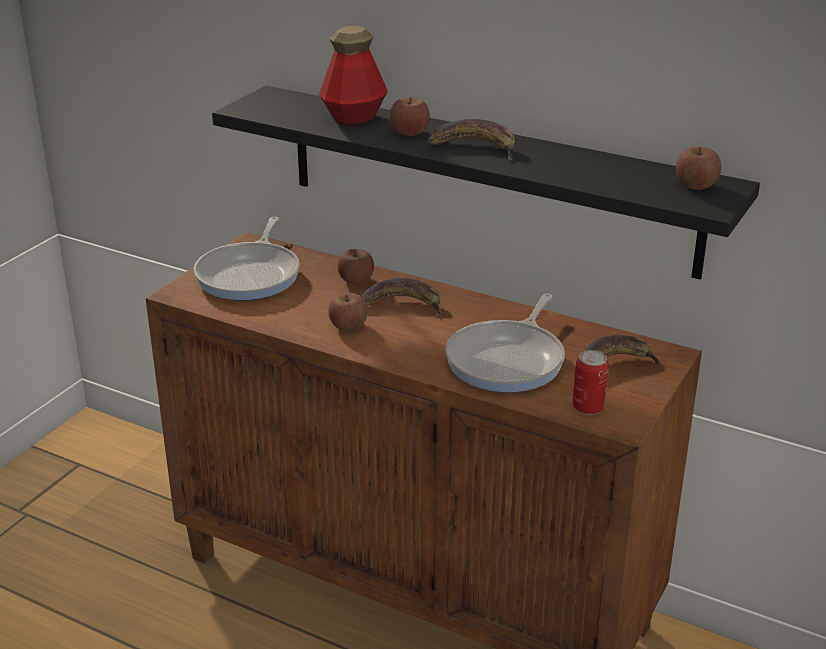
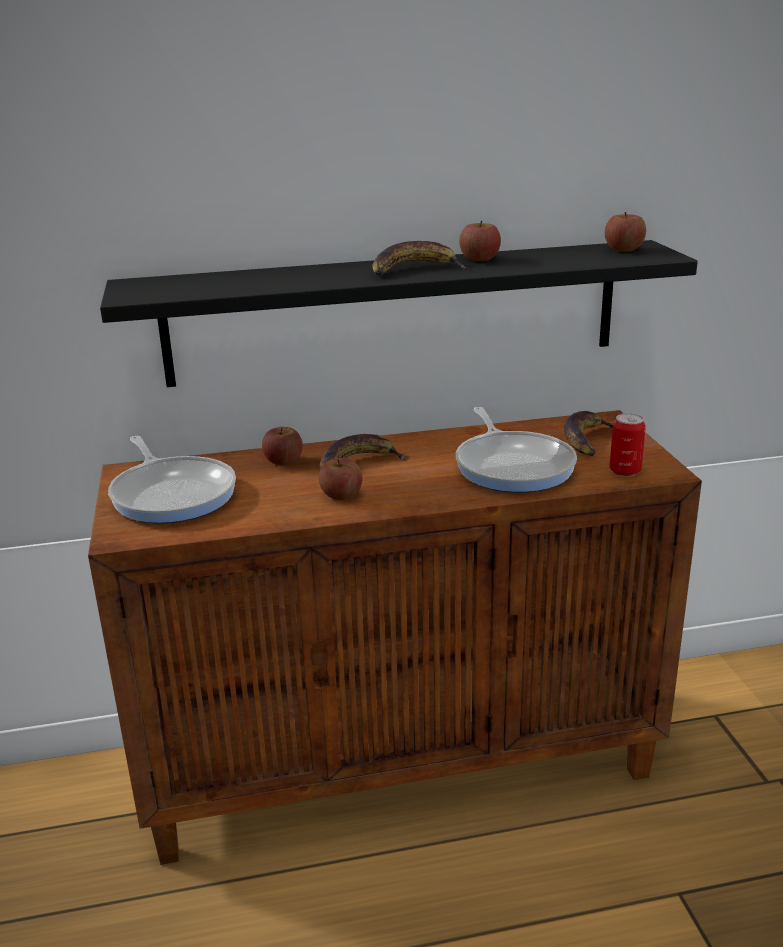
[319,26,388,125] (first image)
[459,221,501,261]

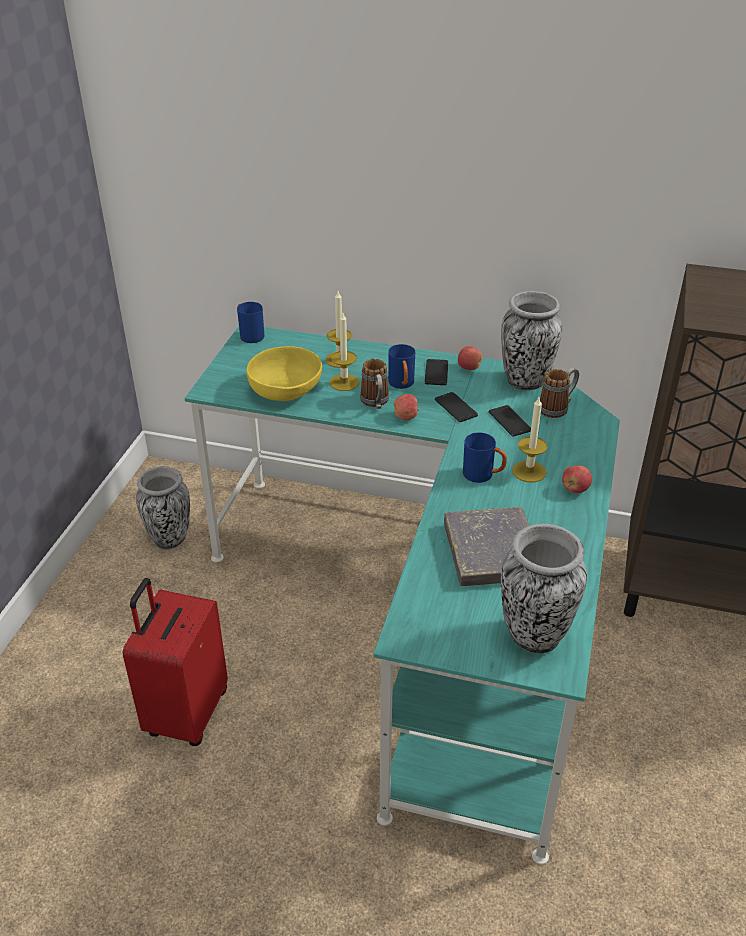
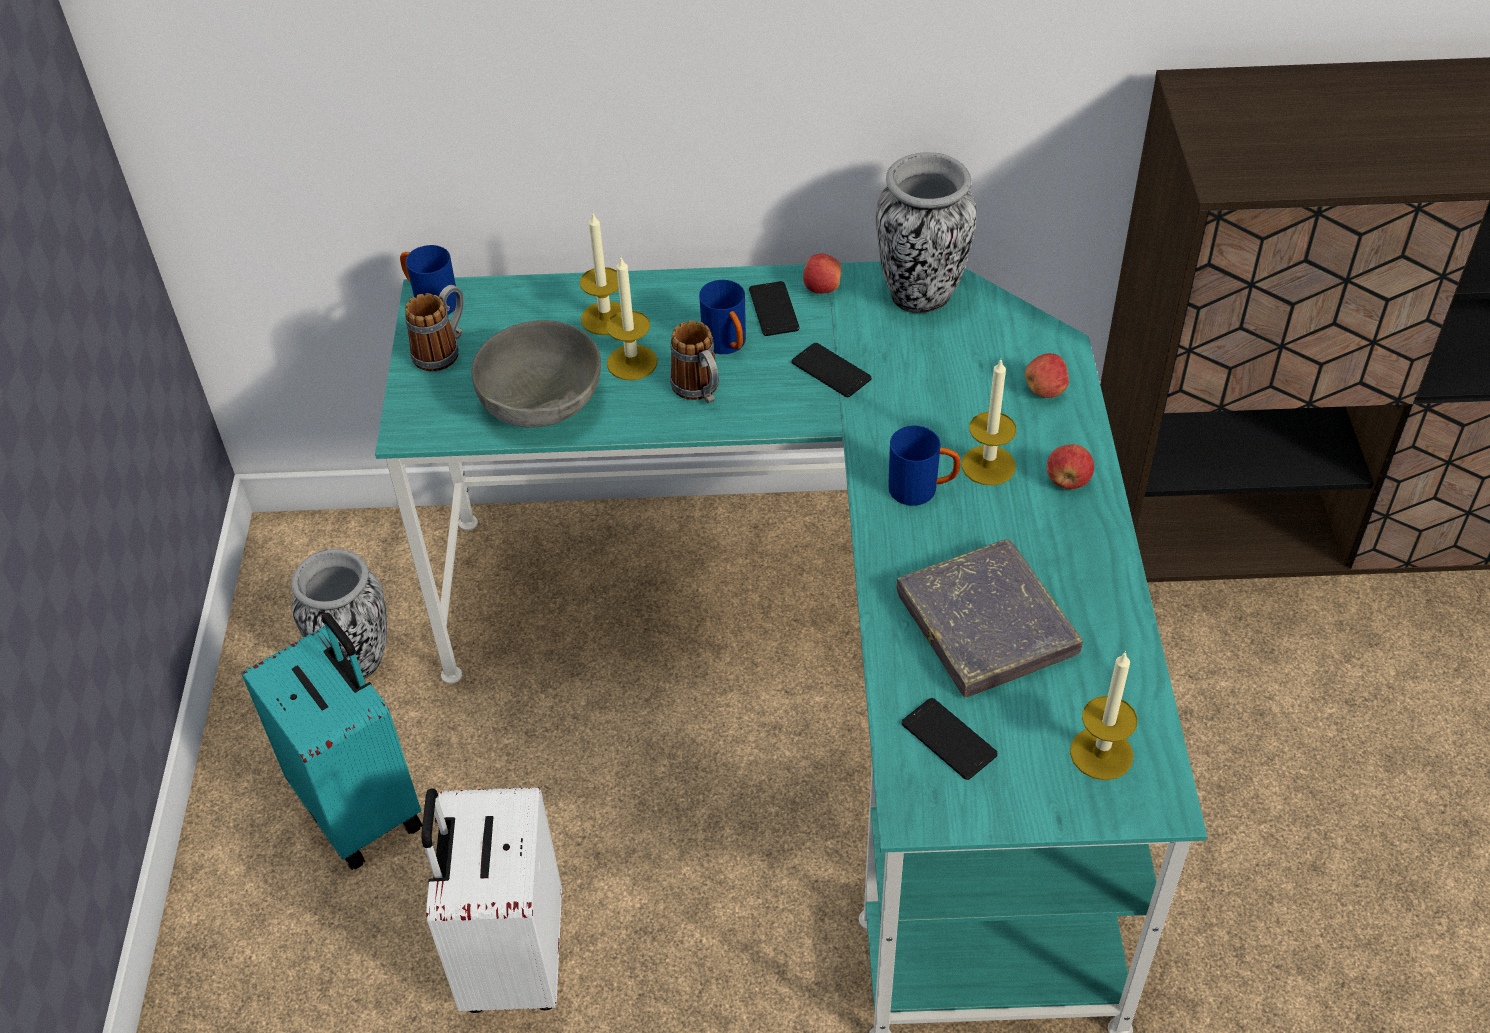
[421,787,562,1013]
[471,320,601,428]
[1025,353,1069,398]
[901,698,998,780]
[1070,651,1138,780]
[405,285,464,371]
[241,612,422,870]

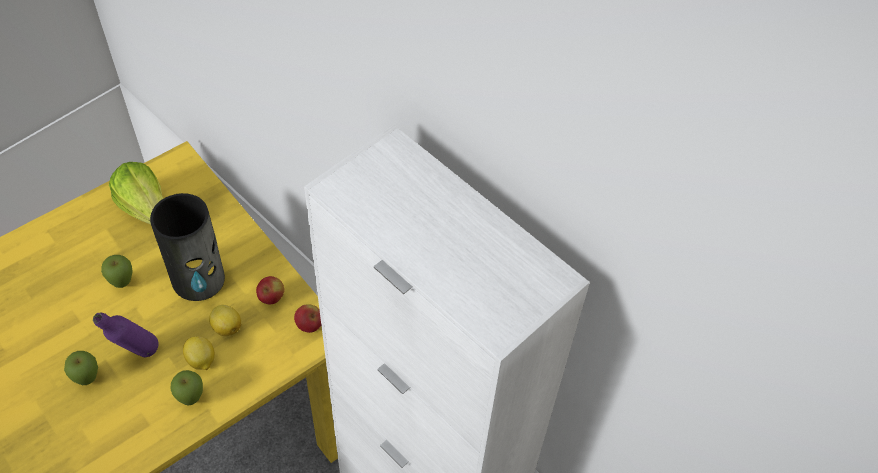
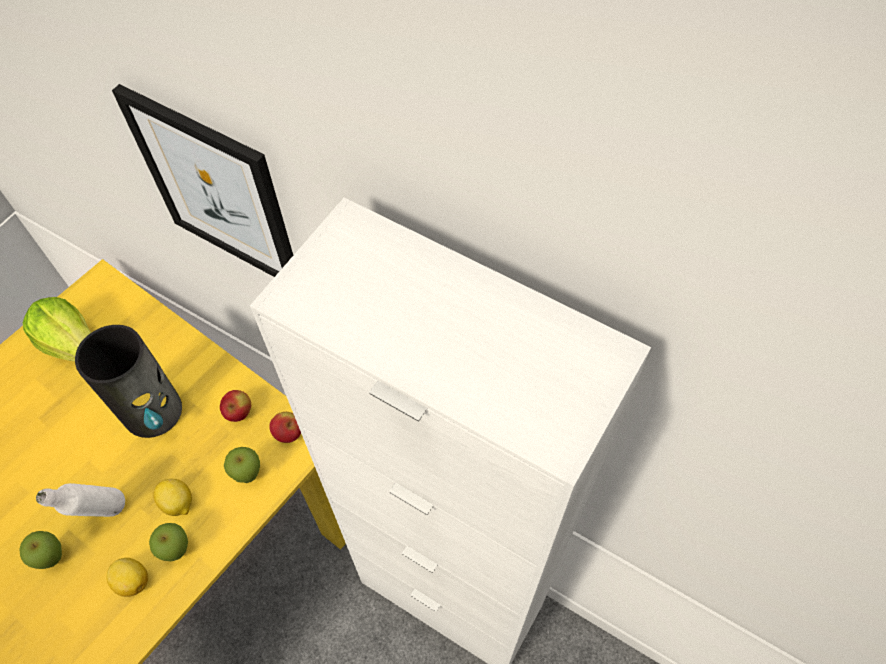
[36,483,125,517]
[224,447,260,483]
[106,558,148,597]
[112,84,293,277]

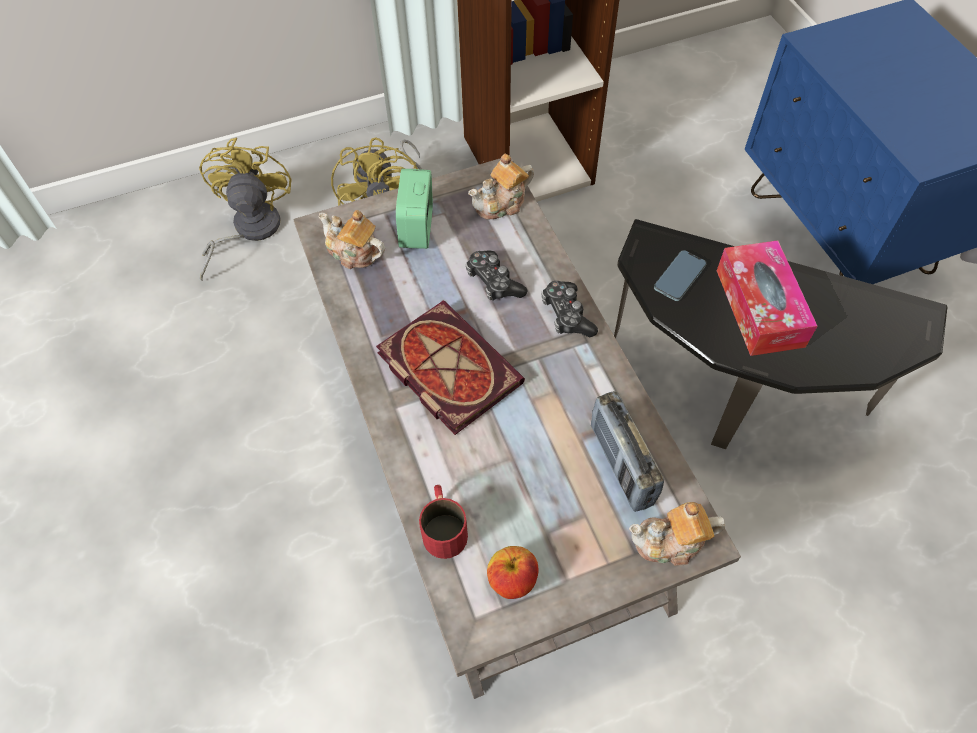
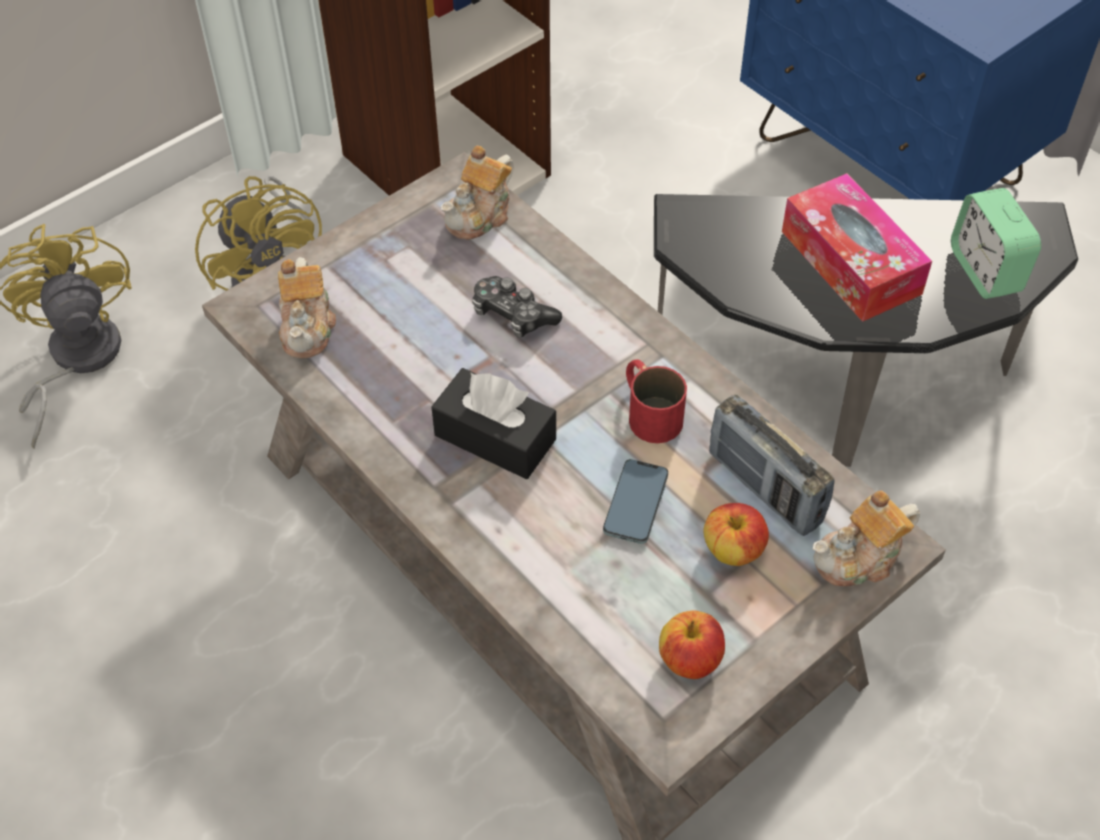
[278,257,336,358]
[431,368,556,479]
[951,188,1041,299]
[626,359,687,443]
[541,281,598,337] (first image)
[603,459,668,544]
[703,503,769,566]

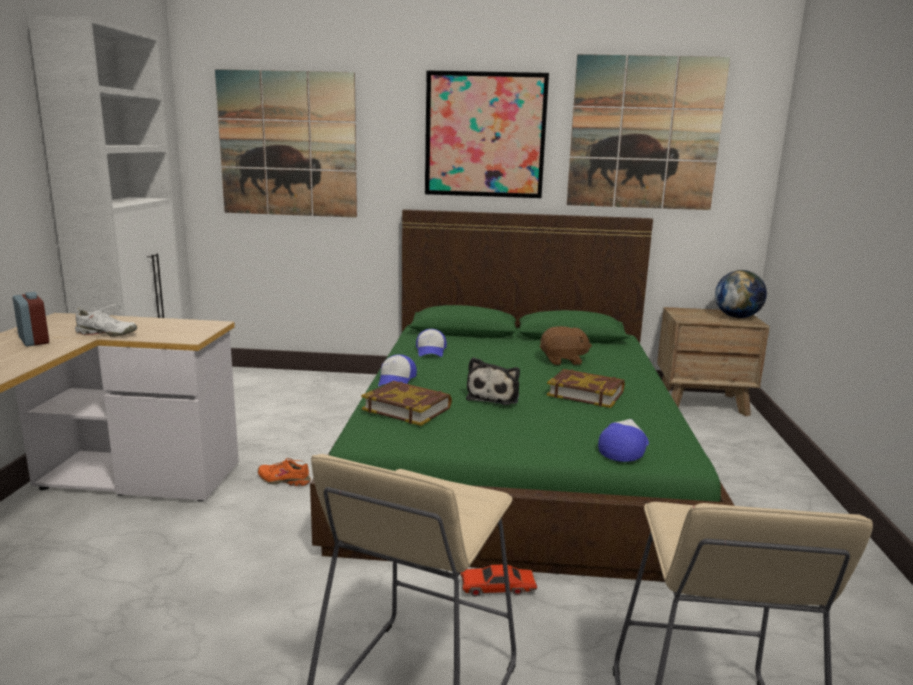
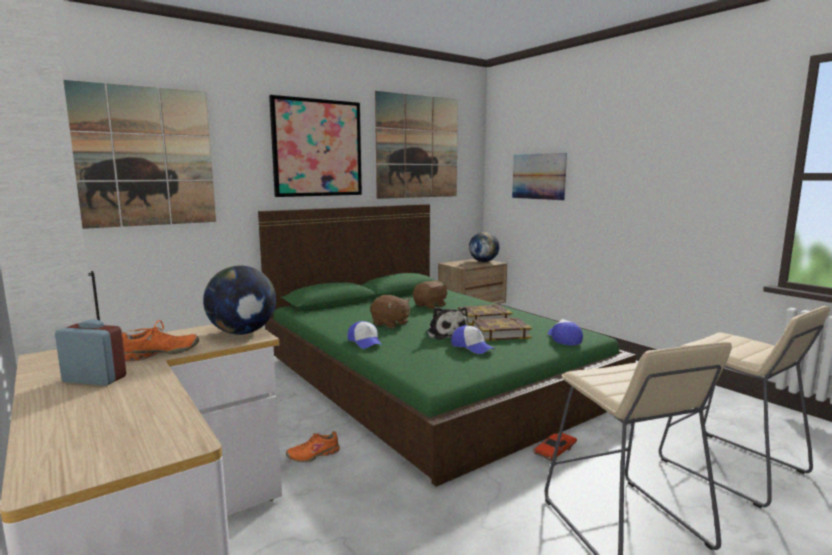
[122,320,199,361]
[472,317,532,341]
[451,325,495,354]
[203,265,276,335]
[370,295,410,328]
[512,153,567,200]

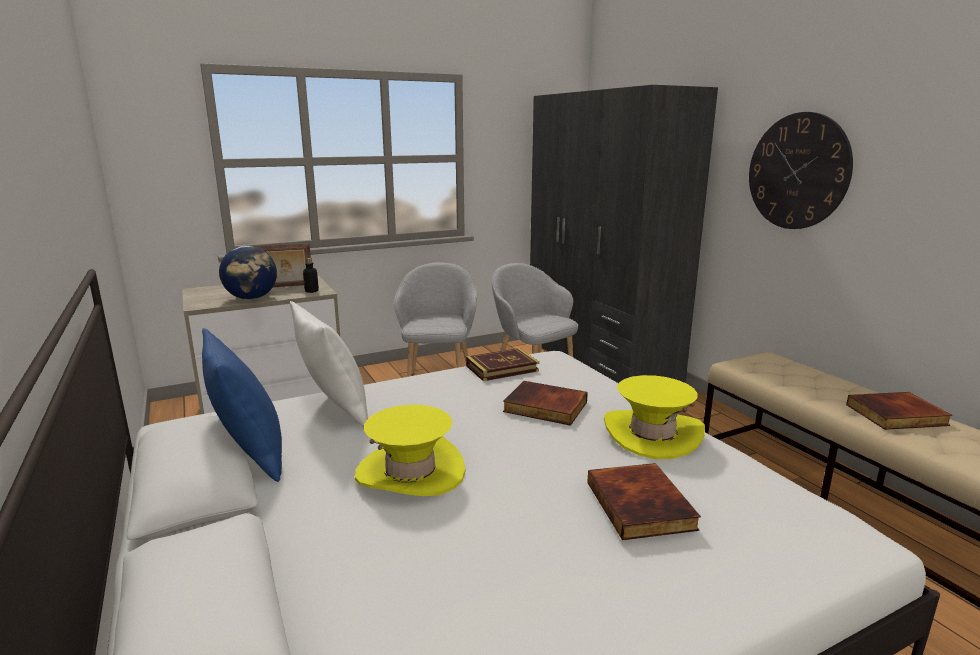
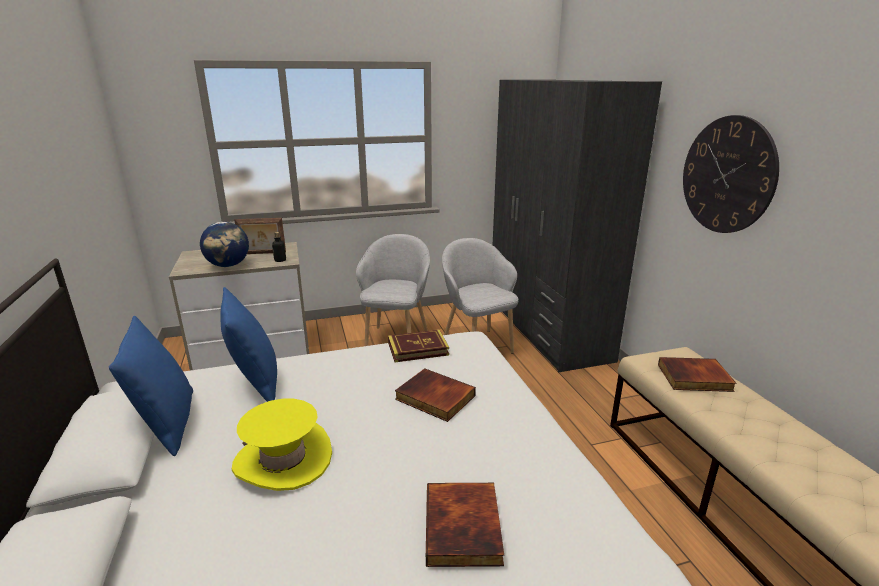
[220,287,277,402]
[604,375,705,460] (first image)
[658,357,736,392]

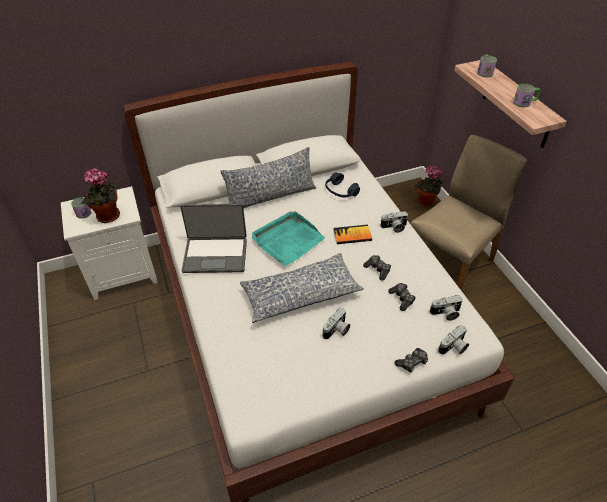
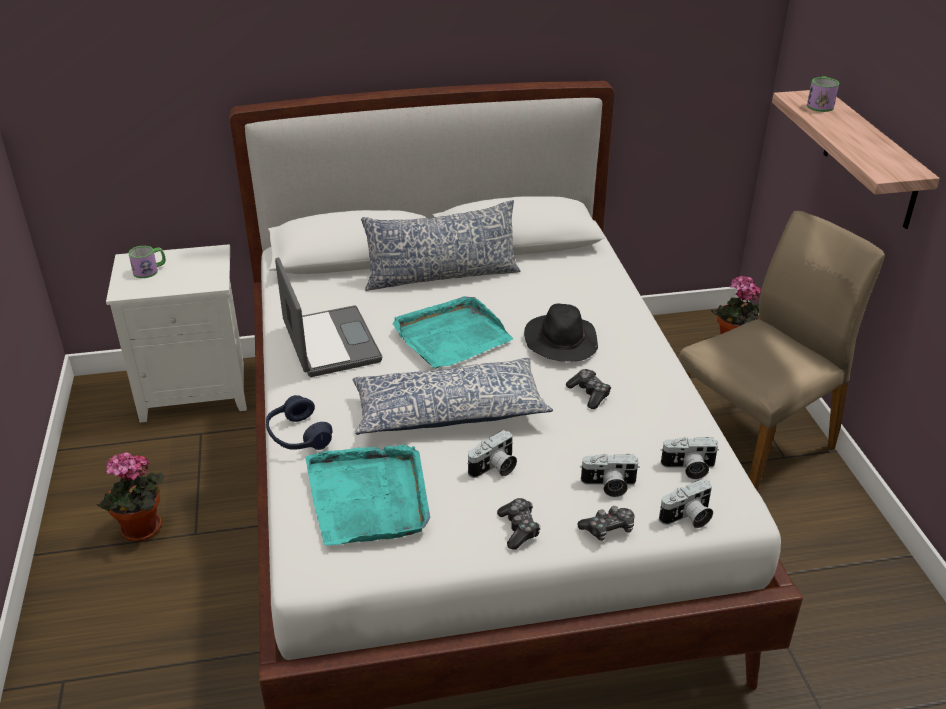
[97,452,164,542]
[275,258,382,377]
[266,395,332,450]
[524,304,598,362]
[580,454,640,497]
[497,498,540,550]
[513,84,541,107] (first image)
[306,445,430,546]

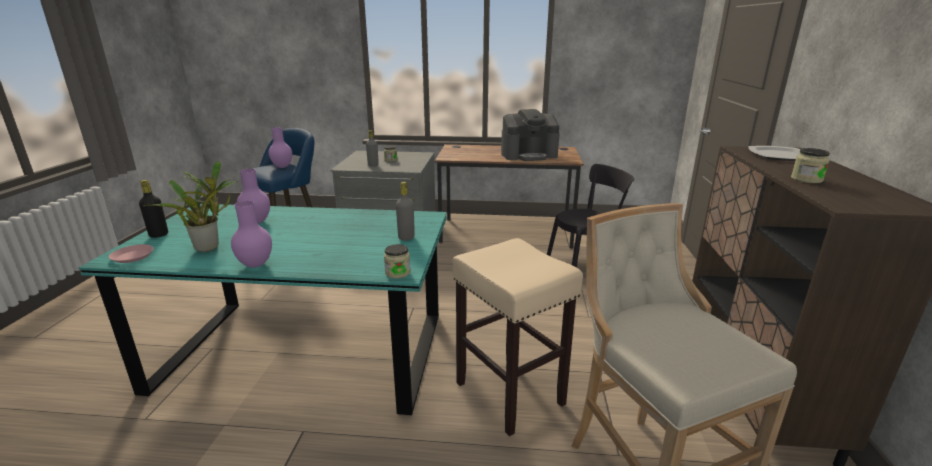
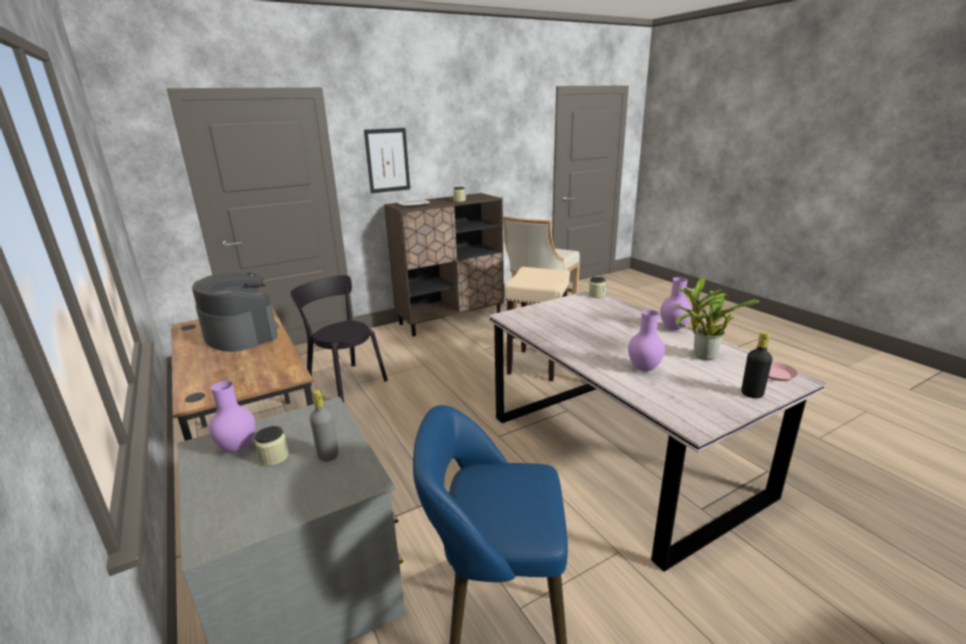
[489,291,827,572]
[209,381,256,453]
[396,182,415,241] (first image)
[364,128,410,193]

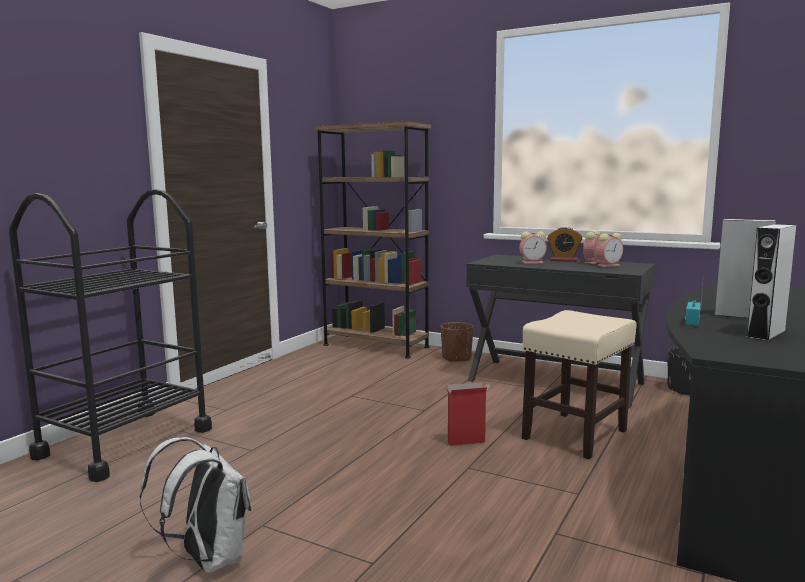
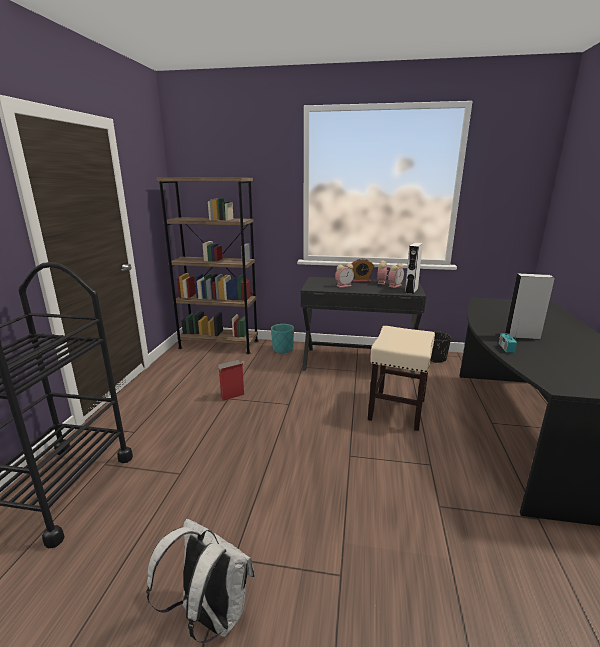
[271,324,294,354]
[218,360,245,401]
[405,243,423,294]

